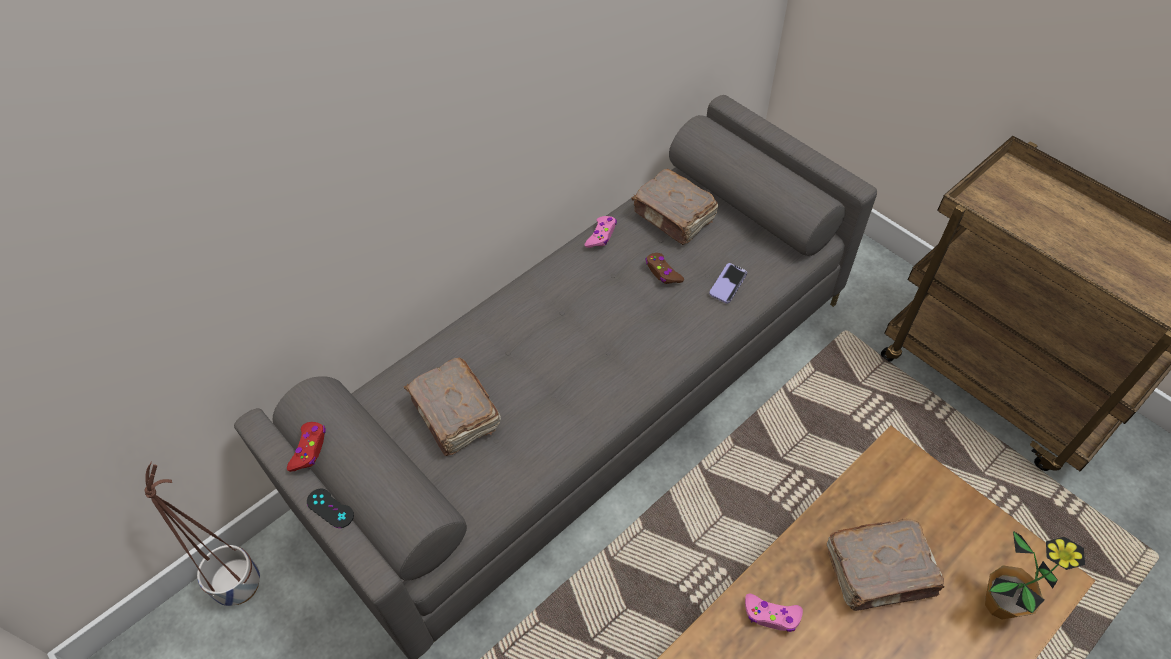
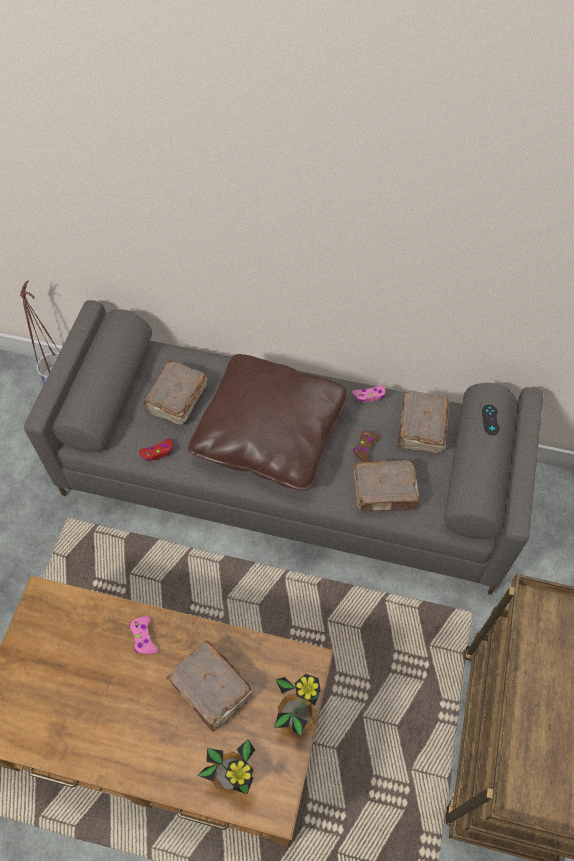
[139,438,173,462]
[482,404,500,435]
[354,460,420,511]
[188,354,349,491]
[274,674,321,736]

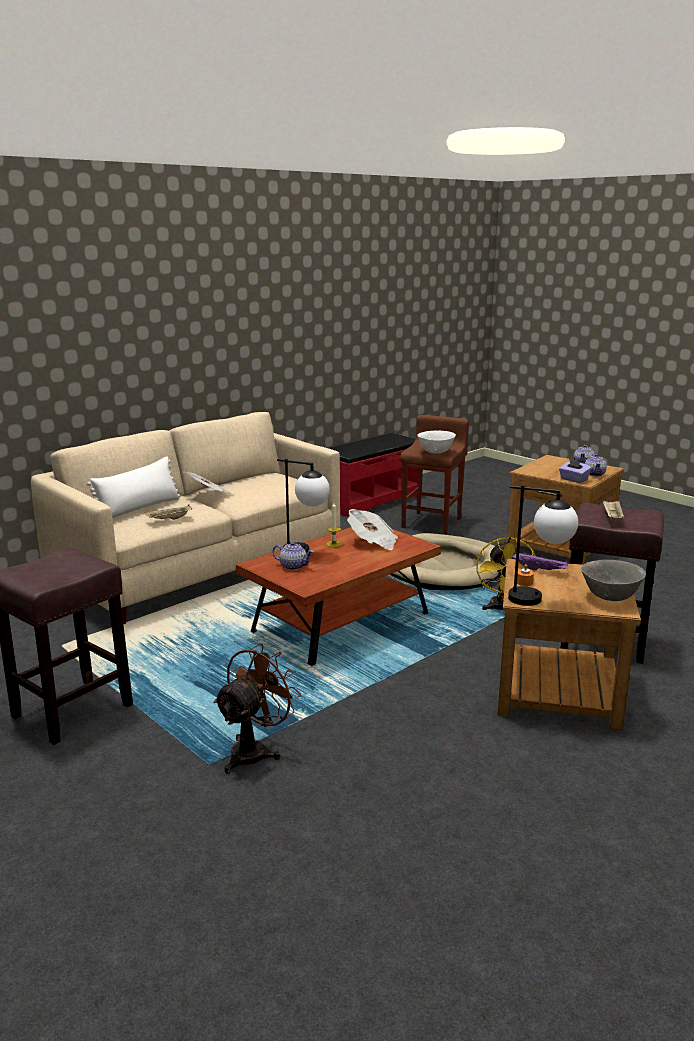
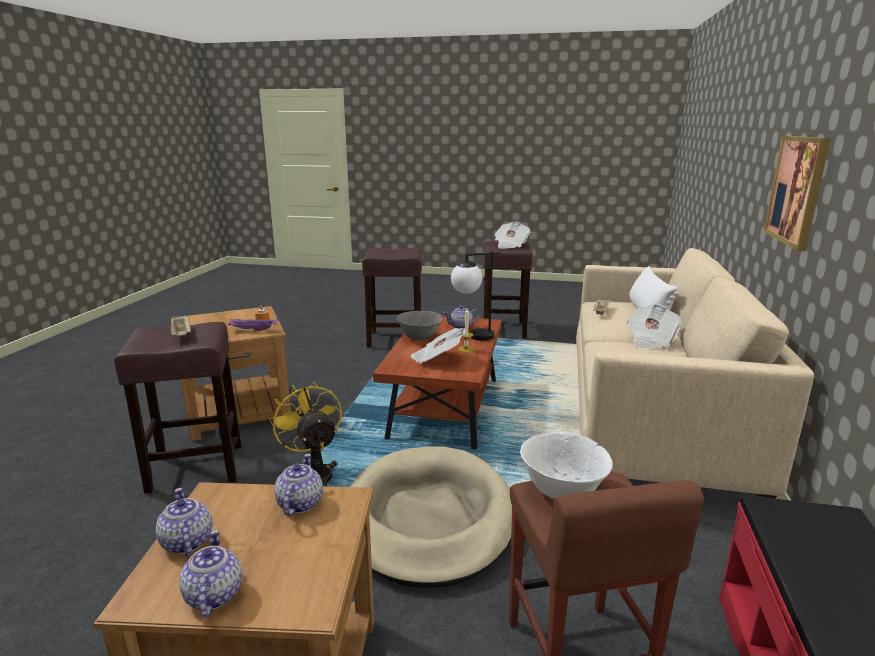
[362,248,422,348]
[508,485,578,606] (first image)
[559,459,591,483] (first image)
[397,311,443,341]
[274,454,323,516]
[495,221,531,249]
[764,136,830,251]

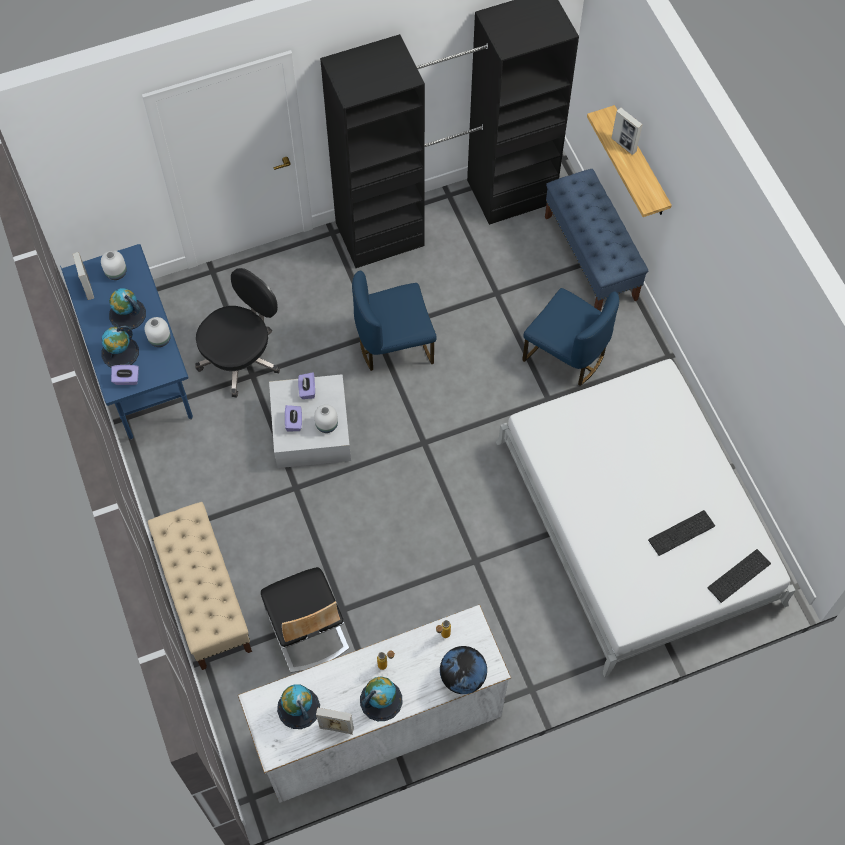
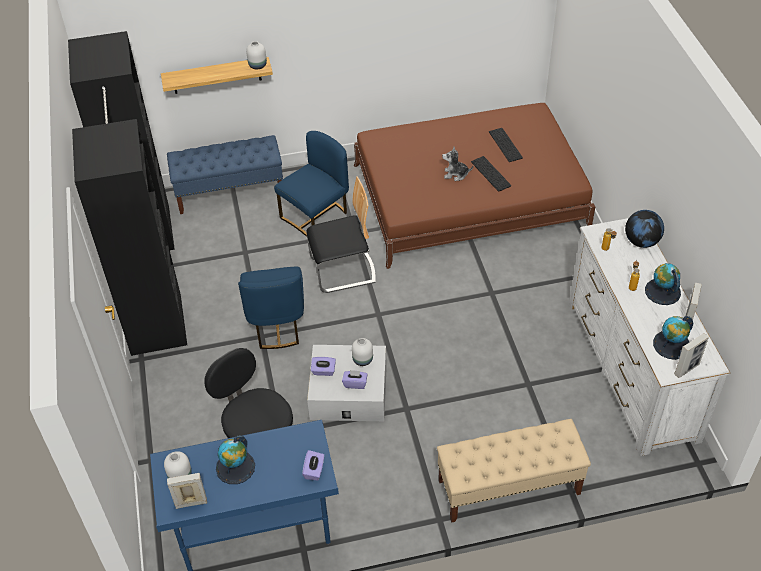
[102,325,139,368] (first image)
[246,41,267,69]
[306,176,376,293]
[354,103,595,269]
[674,333,709,378]
[471,156,511,192]
[442,147,473,181]

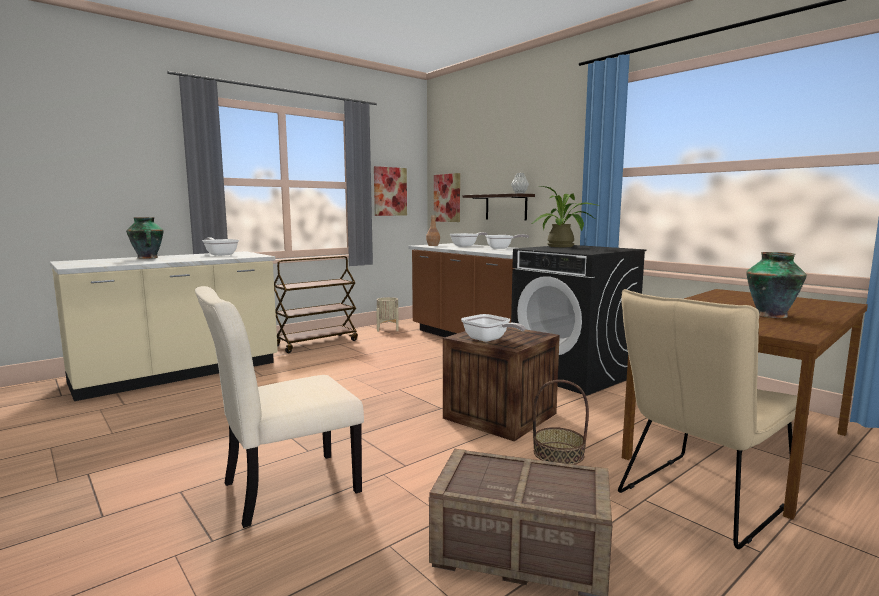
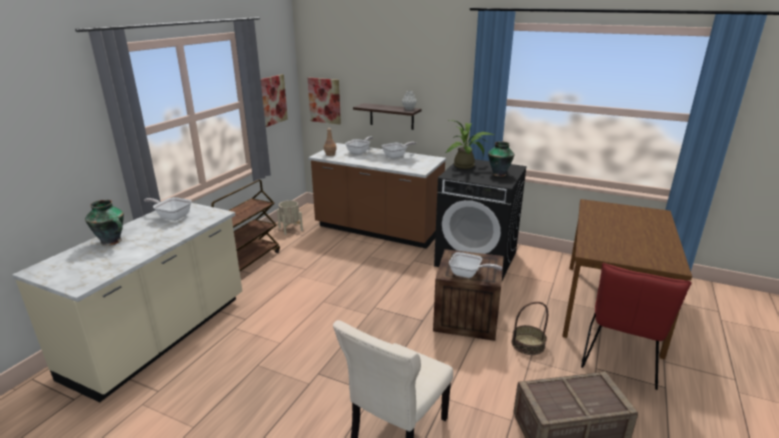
[581,263,692,390]
[488,141,515,177]

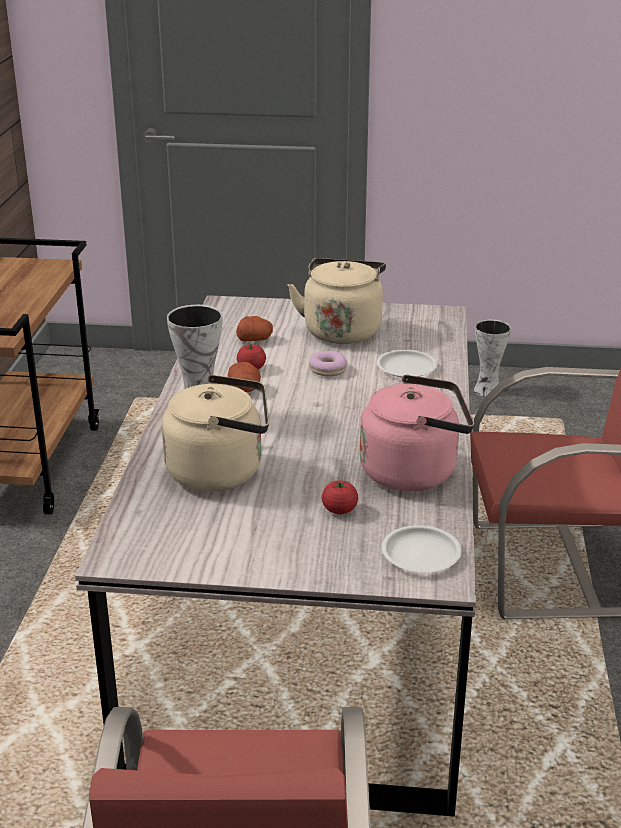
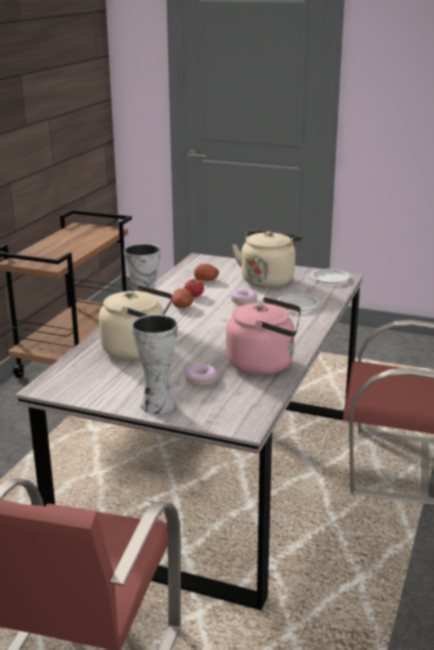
[185,364,217,386]
[311,269,350,284]
[132,314,178,414]

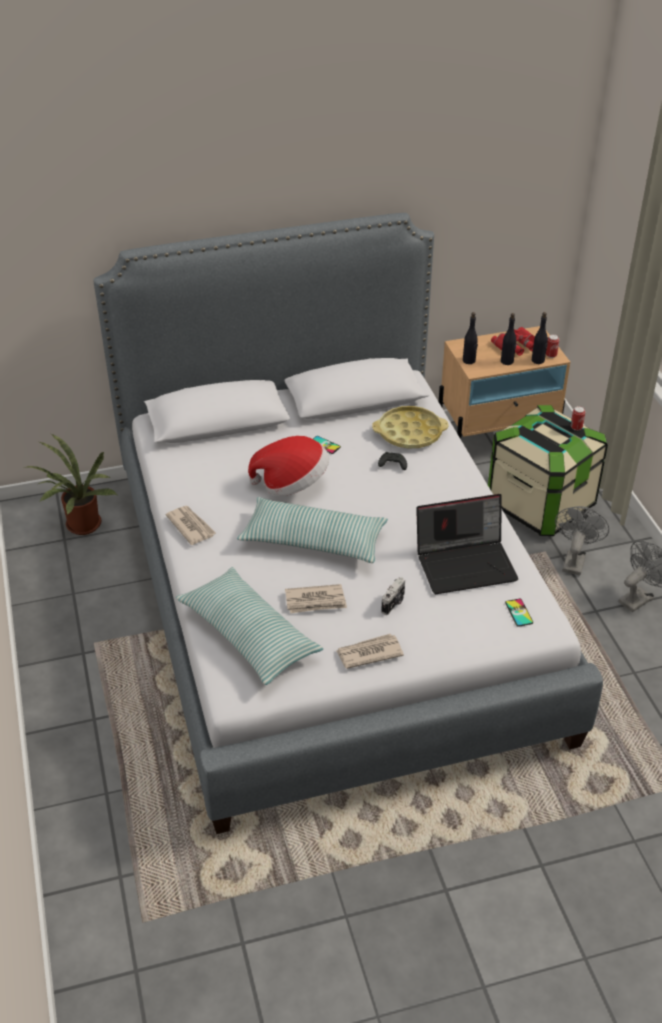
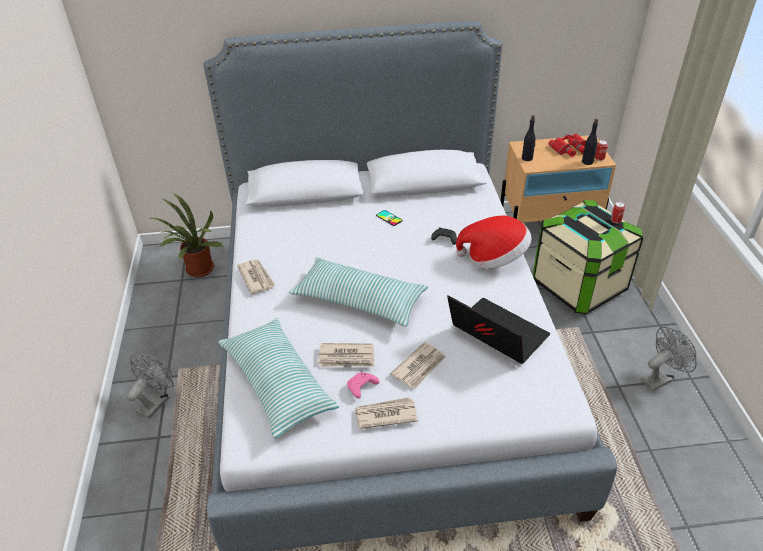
[456,216,532,269]
[372,406,449,449] (first image)
[390,342,446,389]
[447,295,550,364]
[501,313,516,365] (first image)
[505,599,533,627] (first image)
[127,354,174,419]
[347,372,379,398]

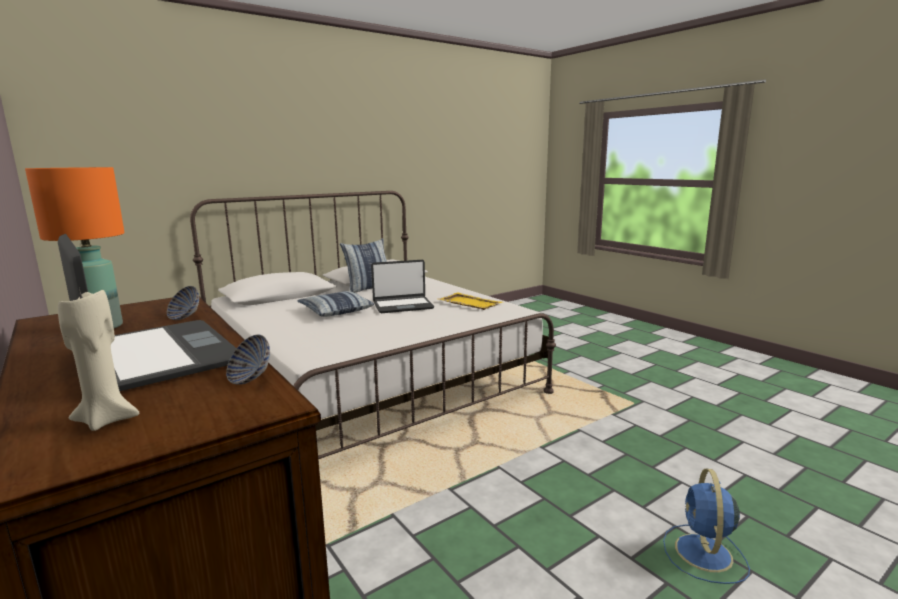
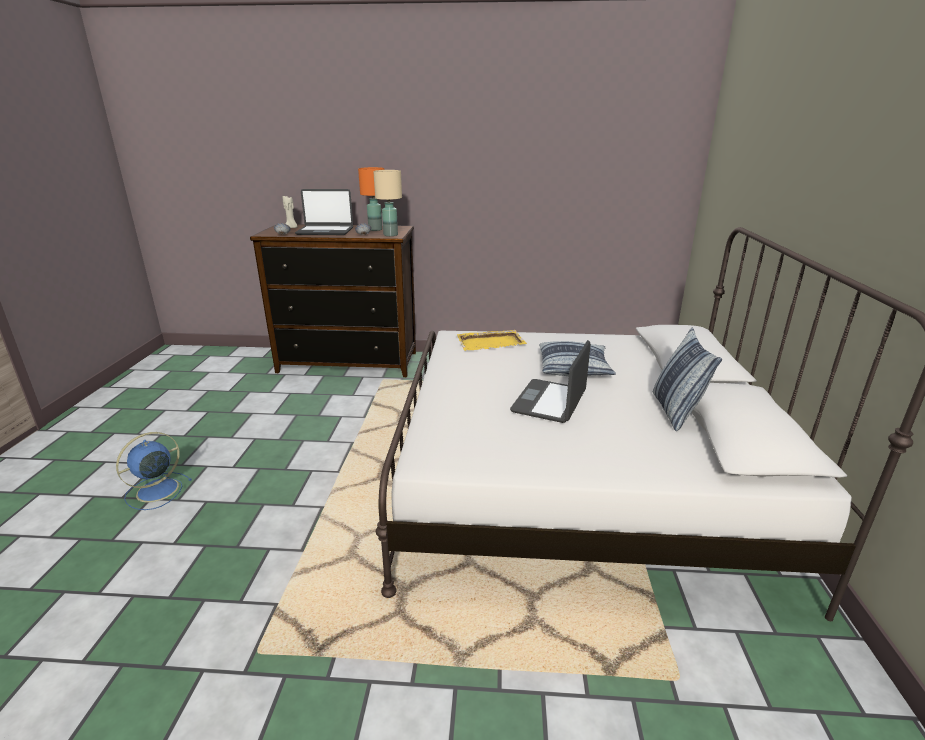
[457,330,527,351]
[116,432,192,510]
[373,170,402,236]

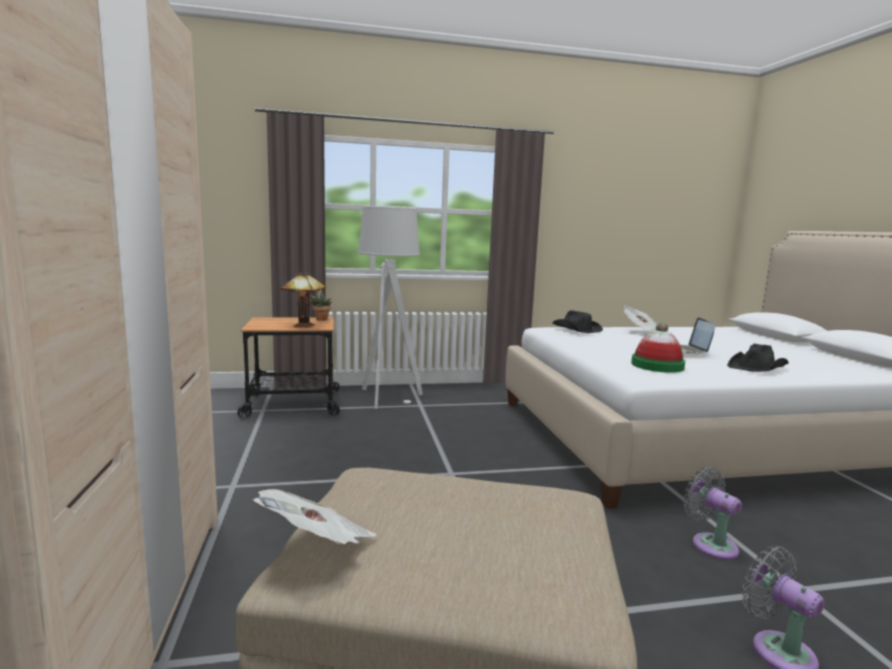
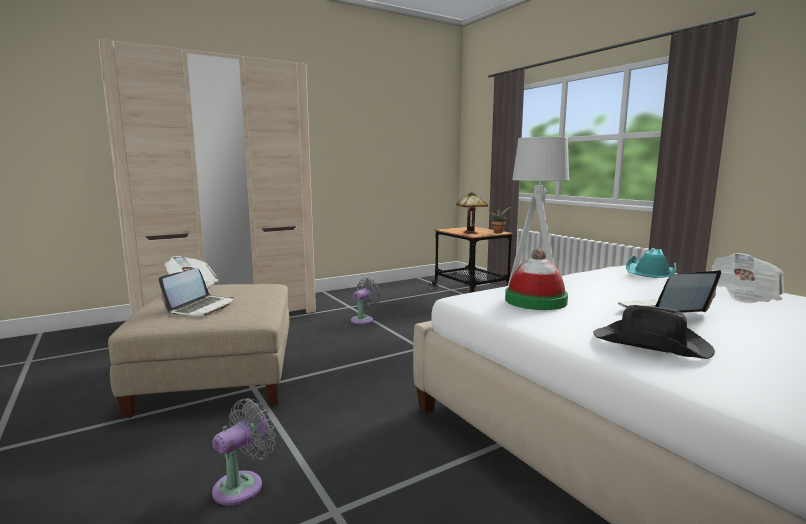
[626,248,677,278]
[351,278,381,324]
[159,268,234,316]

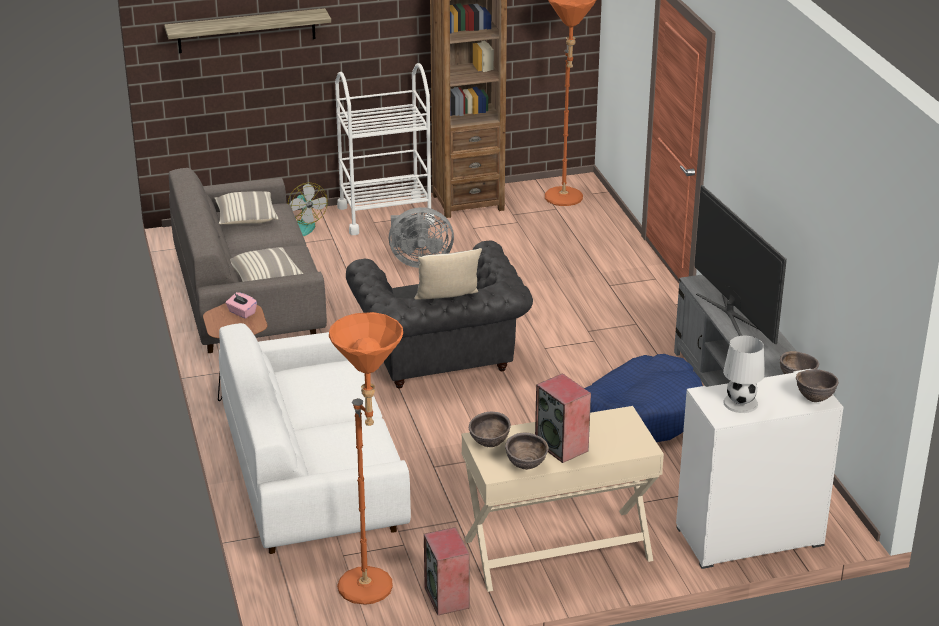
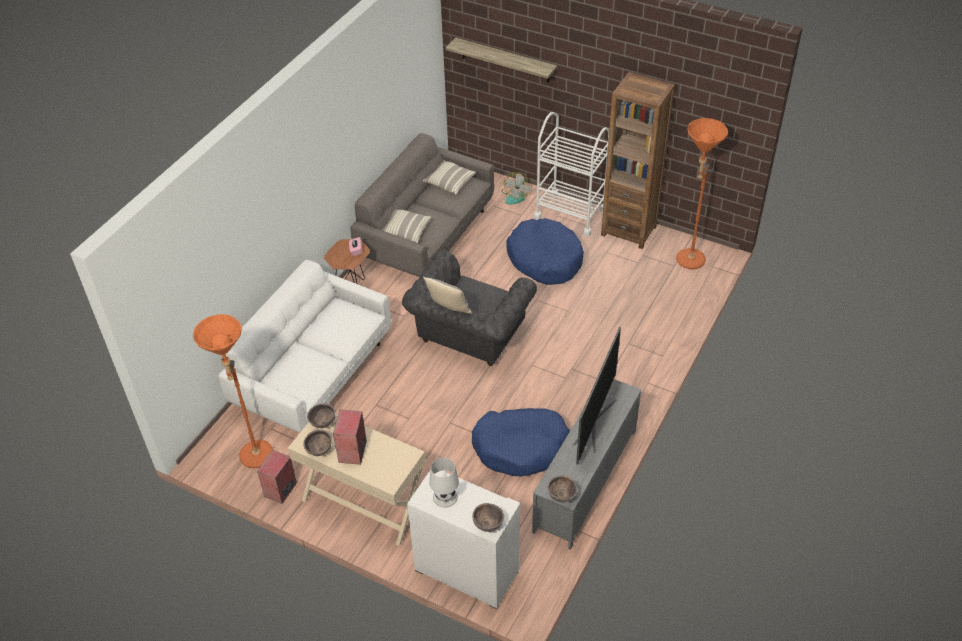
[506,218,584,285]

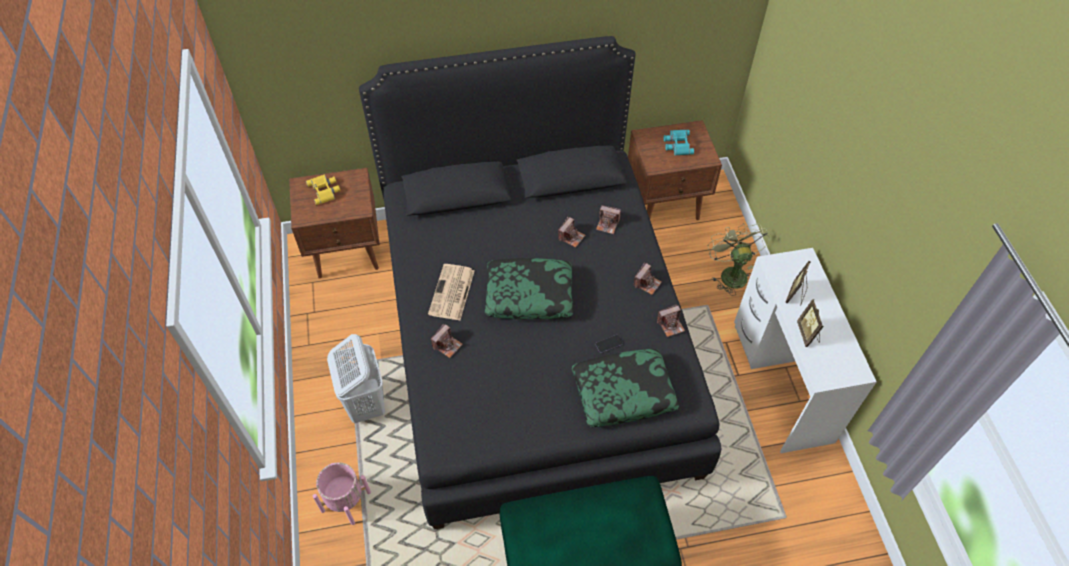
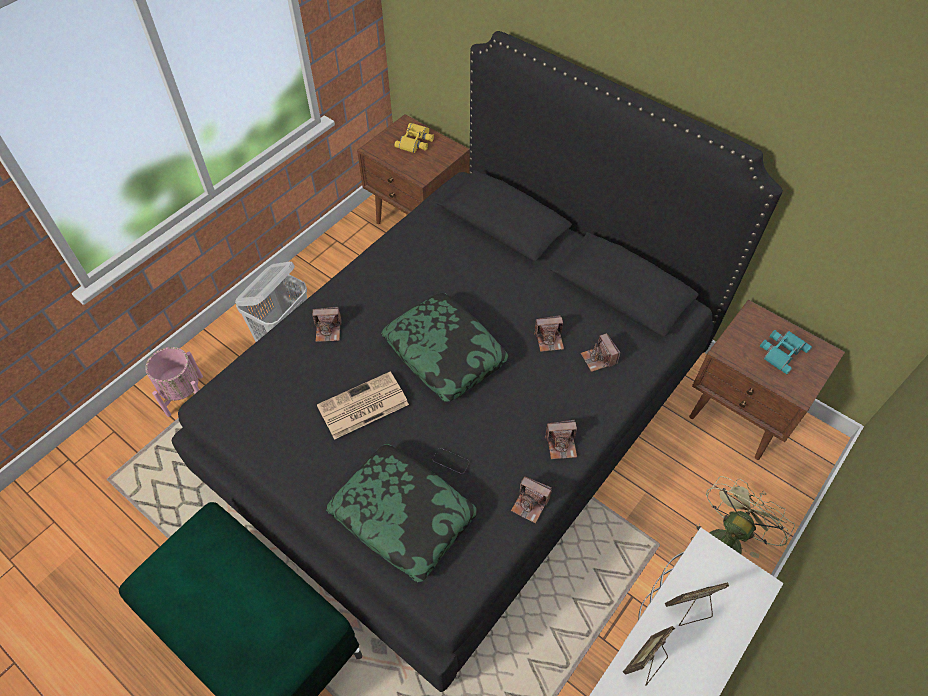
[317,372,409,440]

